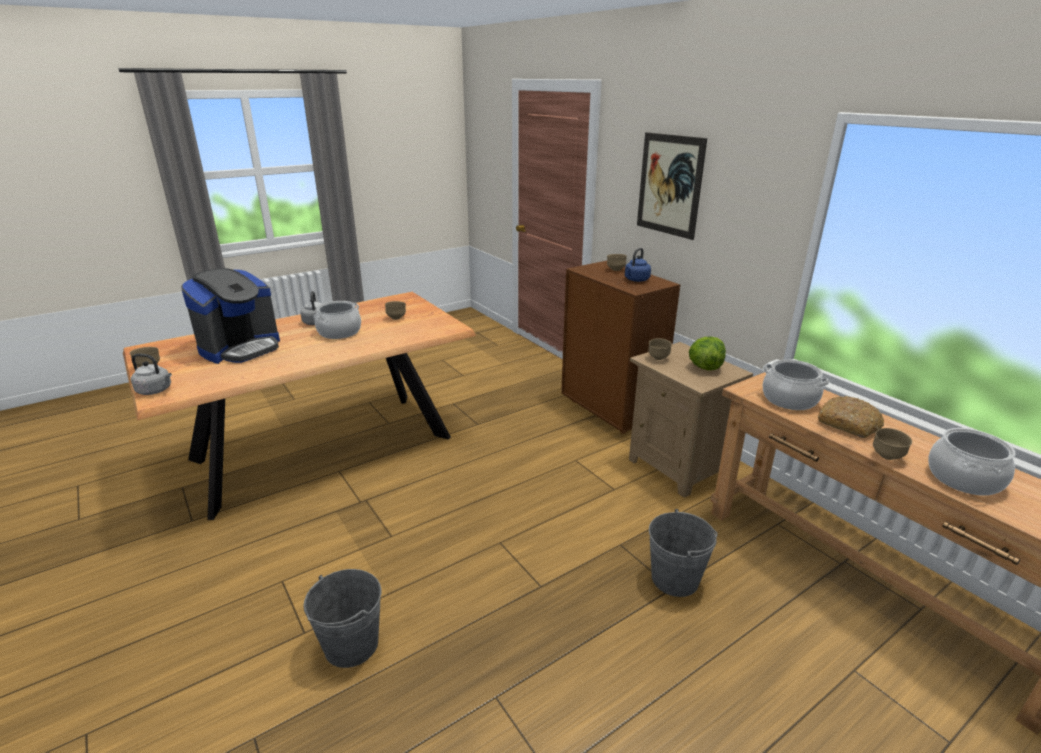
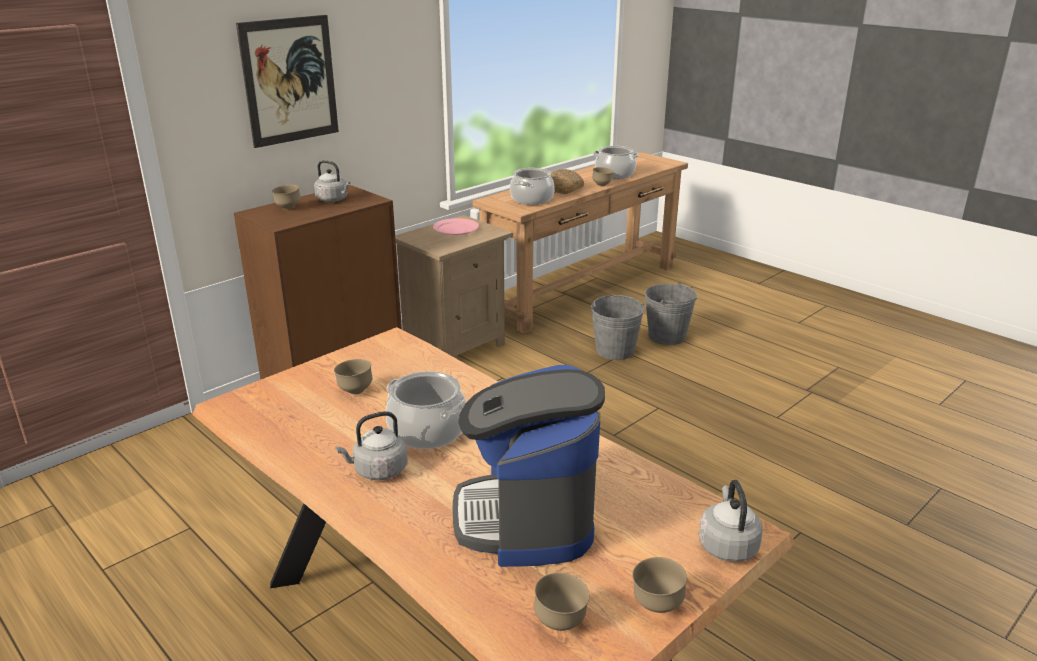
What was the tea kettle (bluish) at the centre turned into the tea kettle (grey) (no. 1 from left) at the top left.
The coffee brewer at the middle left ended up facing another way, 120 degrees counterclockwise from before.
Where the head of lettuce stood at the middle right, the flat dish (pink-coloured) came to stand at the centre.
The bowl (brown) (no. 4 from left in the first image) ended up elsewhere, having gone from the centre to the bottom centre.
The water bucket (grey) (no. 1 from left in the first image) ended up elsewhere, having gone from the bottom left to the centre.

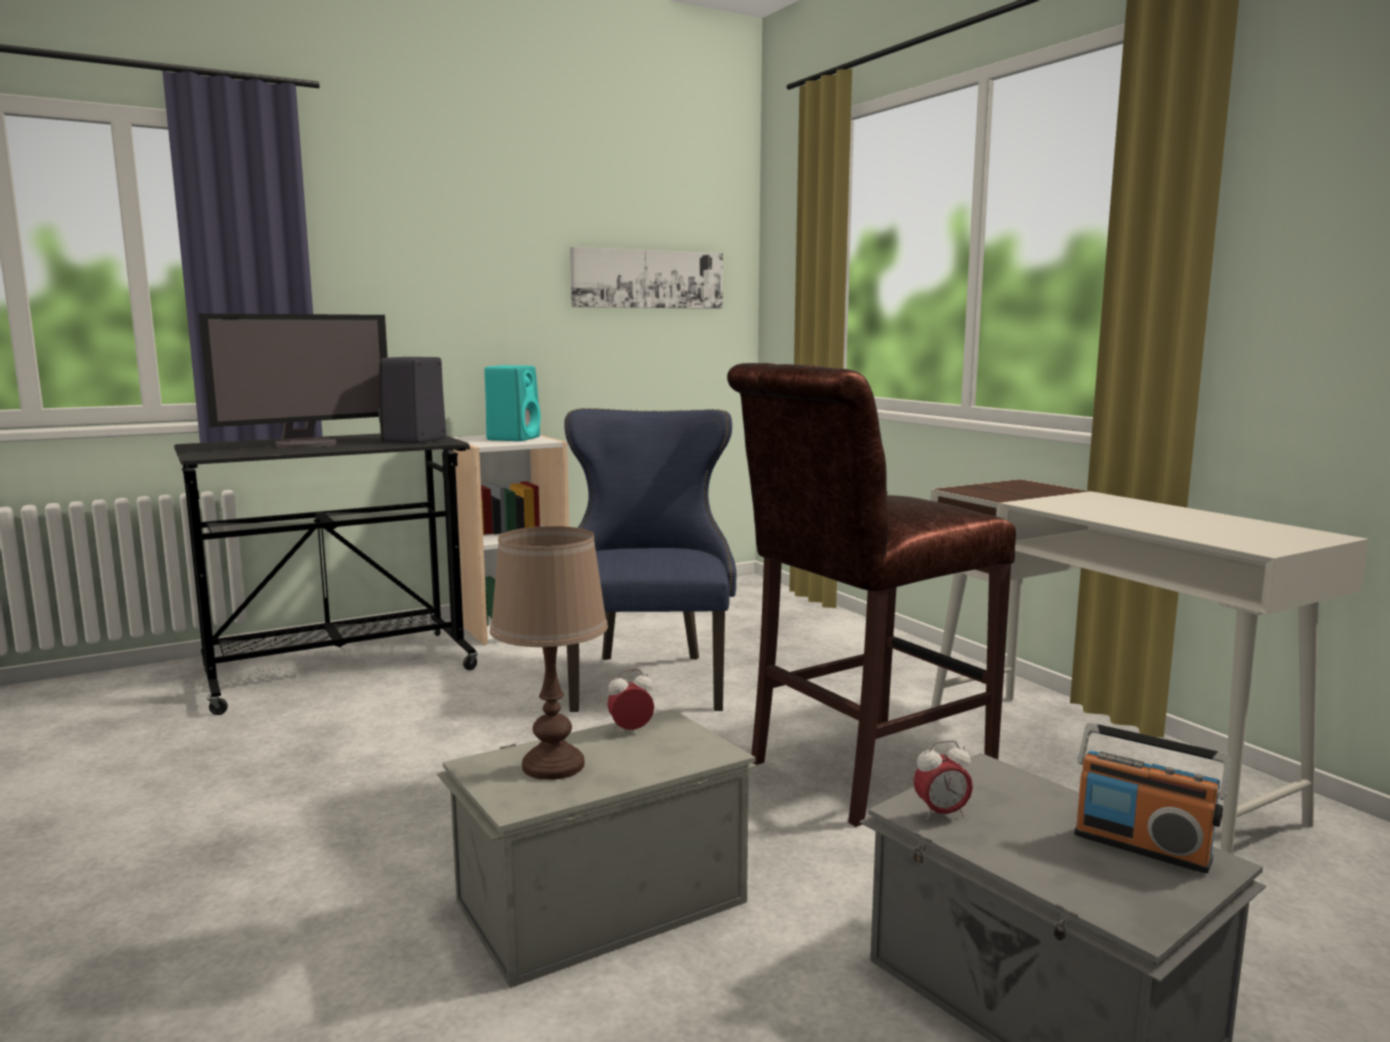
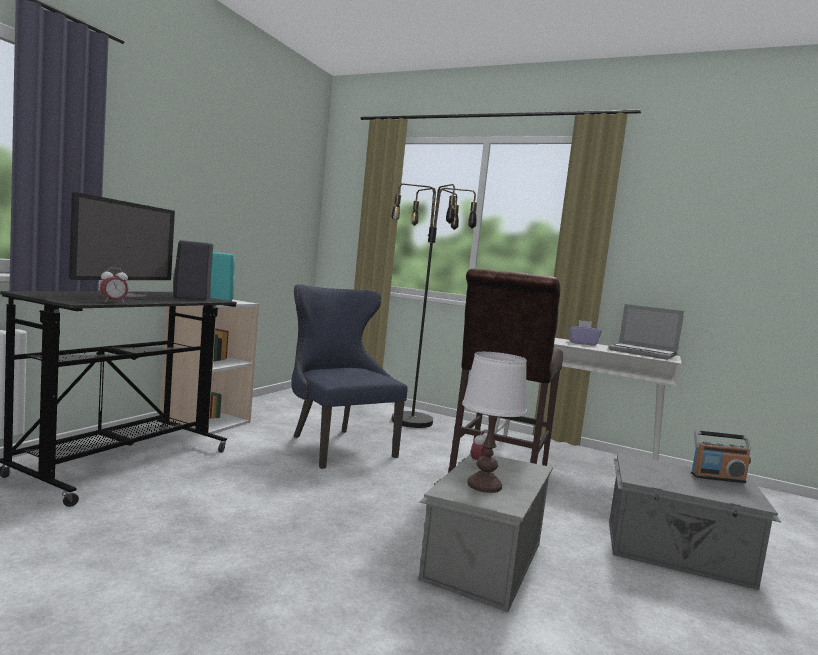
The second view lost the wall art at the top centre.
What was the table lamp (brown) at the centre turned into the table lamp (white) at the centre.
The table clock (no. 2 from left in the first image) ended up elsewhere, having gone from the bottom right to the middle left.
The second view gained the floor lamp at the centre.
The second view gained the notebook computer at the middle right.
The second view gained the box of tissues (purplish) at the middle right.

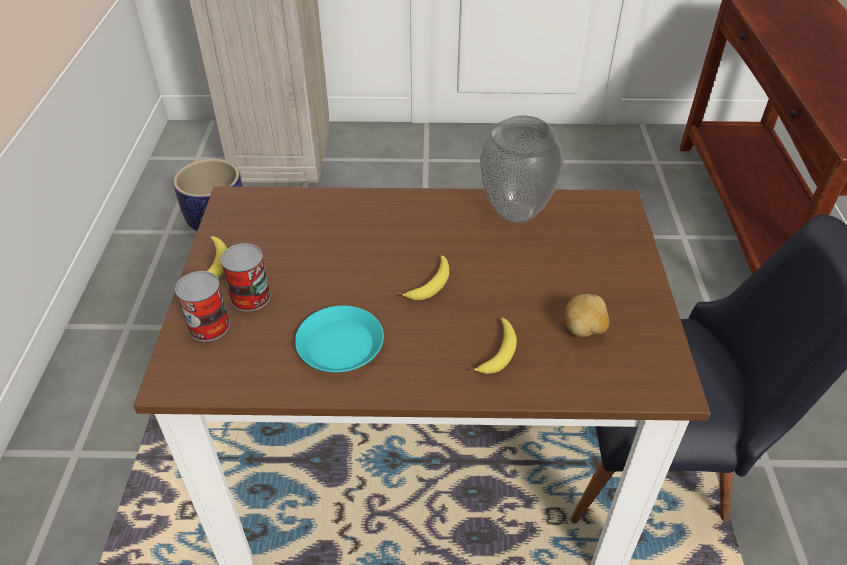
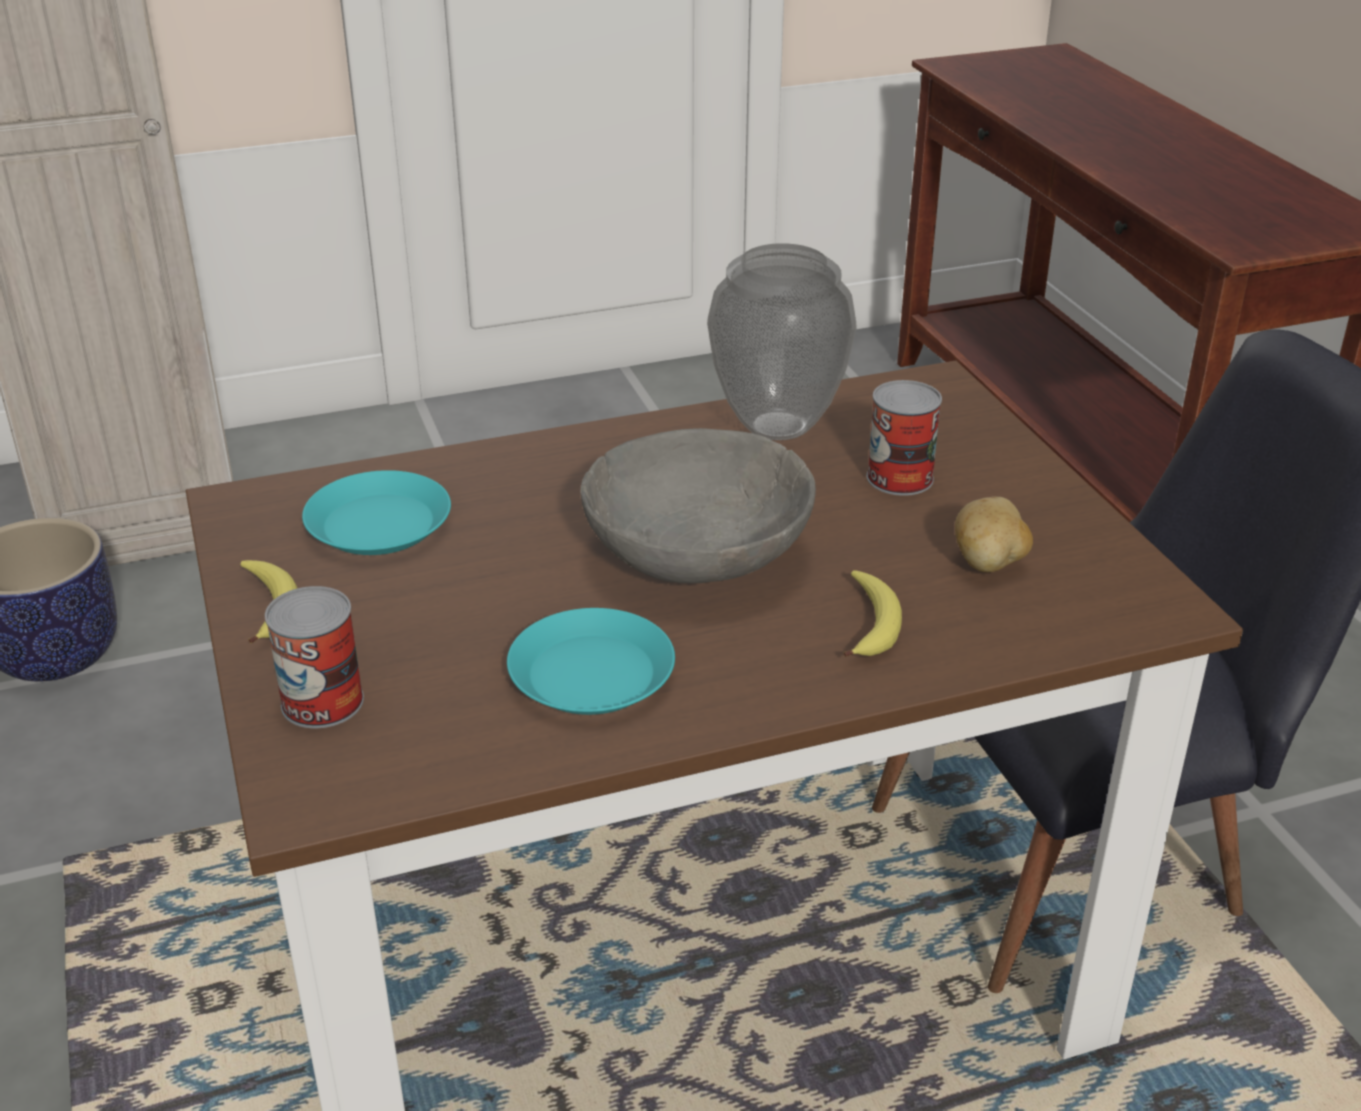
The can (no. 2 from left) ended up elsewhere, having gone from the middle left to the centre.
Where the banana (no. 2 from left) stood at the centre, the bowl (grey) came to stand at the centre.
The second view gained the flat dish (turquoise-coloured) (no. 1 from left) at the middle left.

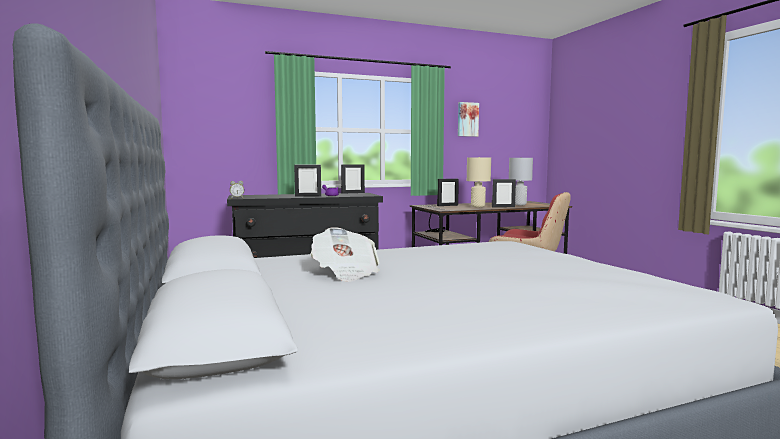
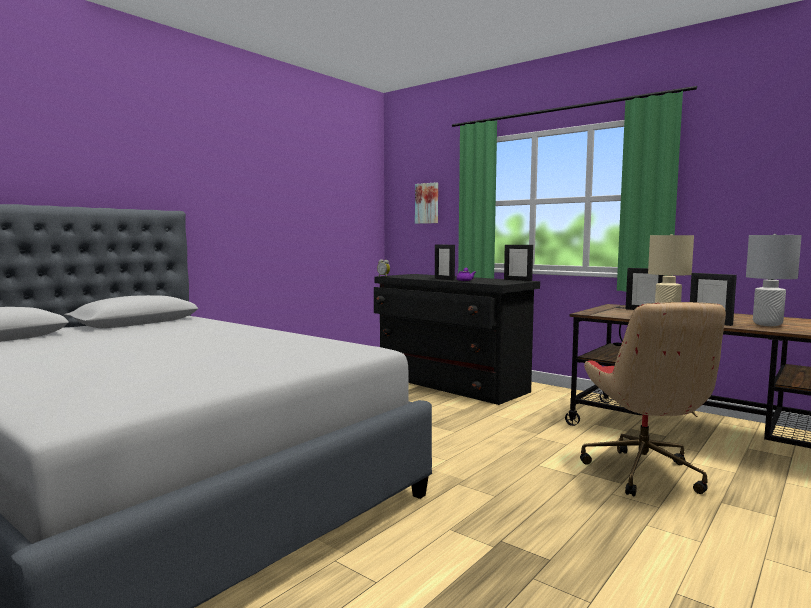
The wall art ended up elsewhere, having gone from the top centre to the centre.
The second view lost the printed paper at the centre.

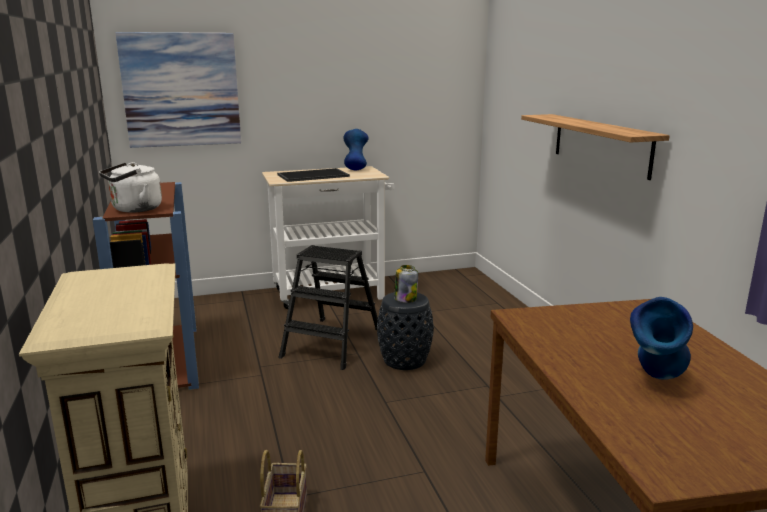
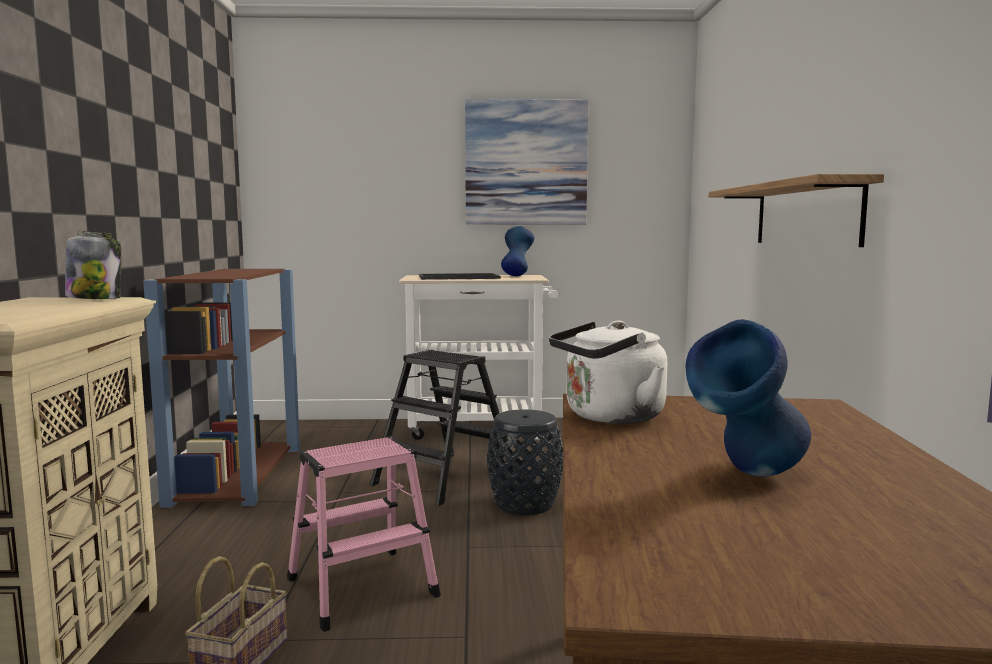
The wall art ended up elsewhere, having gone from the top left to the top centre.
The tea kettle (white) ended up elsewhere, having gone from the middle left to the centre.
The preserve jar ended up elsewhere, having gone from the centre to the middle left.
The second view gained the step ladder (pink-coloured) at the bottom centre.

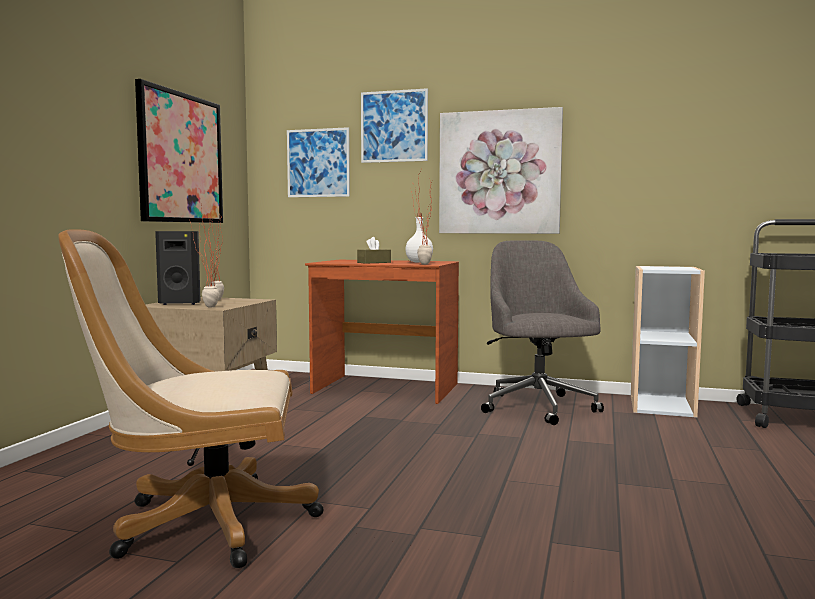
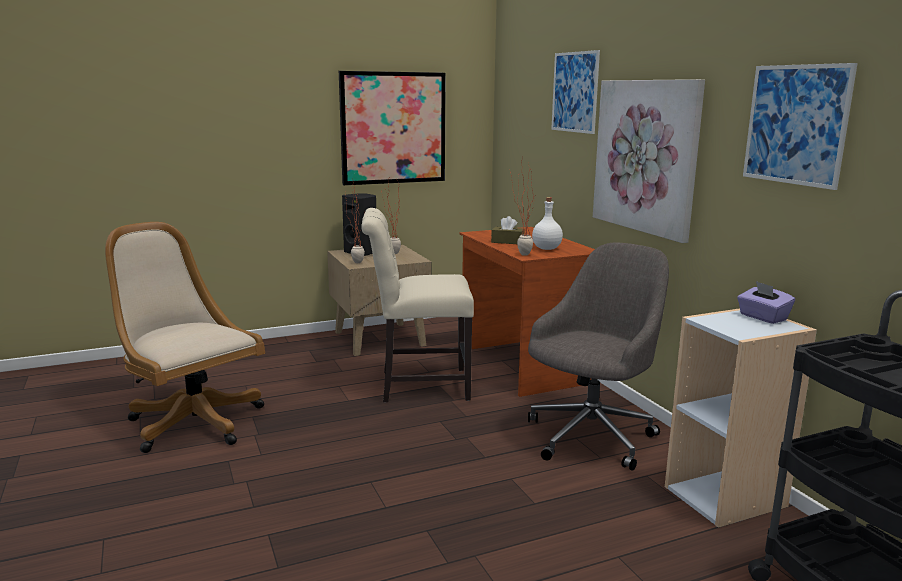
The wall art (no. 2 from left in the first image) ended up elsewhere, having gone from the top centre to the top right.
The second view gained the plain chair (beige-coloured) at the centre.
The second view gained the box of tissues (purplish) at the middle right.

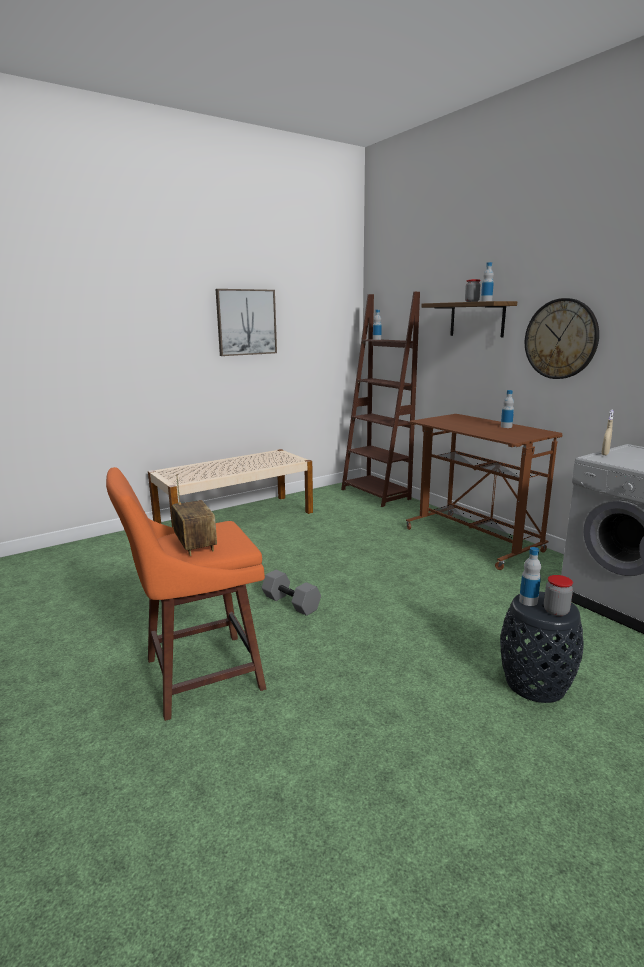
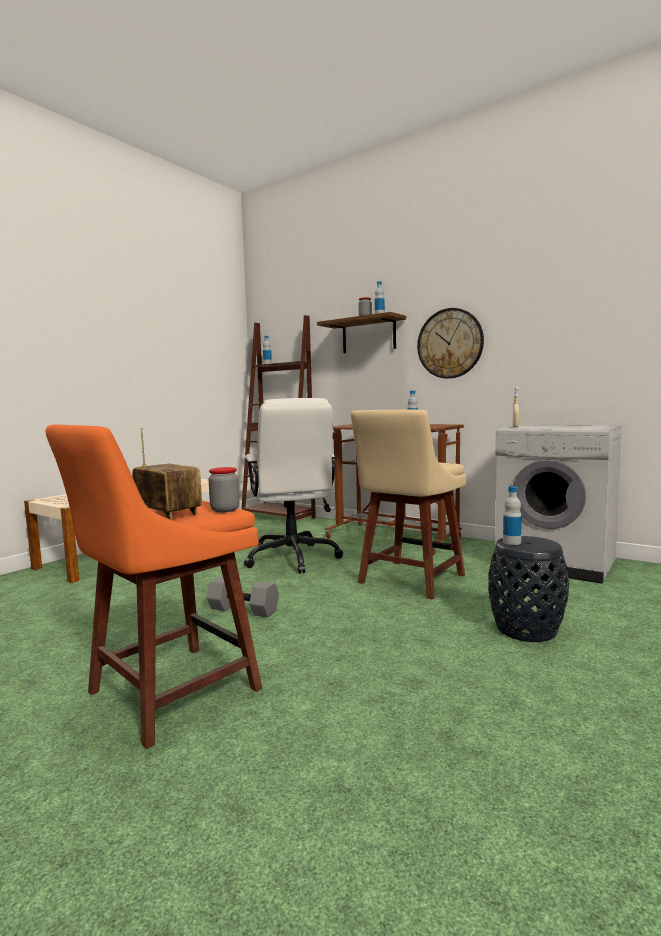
The second view lost the wall art at the top centre.
The preserve jar (no. 2 from left in the first image) ended up elsewhere, having gone from the middle right to the centre.
The second view gained the computer chair (white) at the centre.
The second view gained the sitting stool (beige-coloured) at the centre.

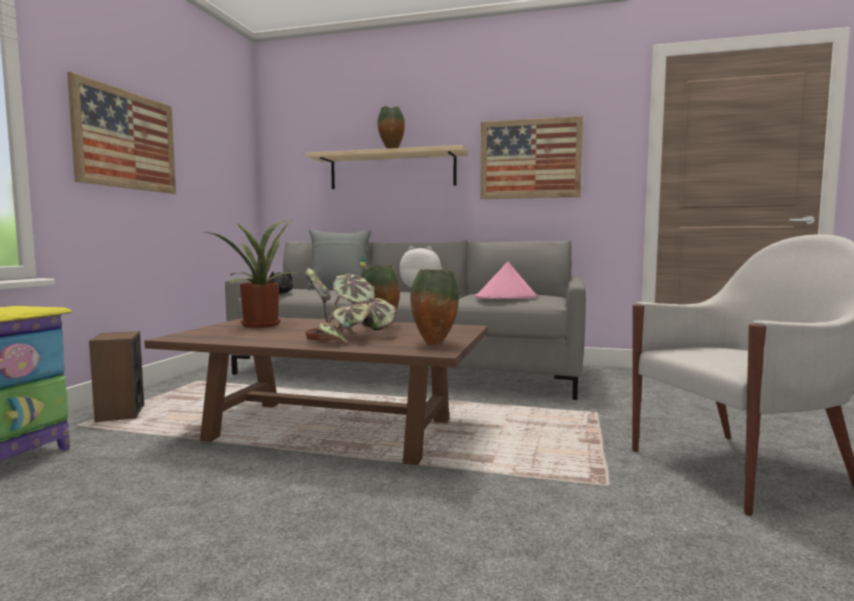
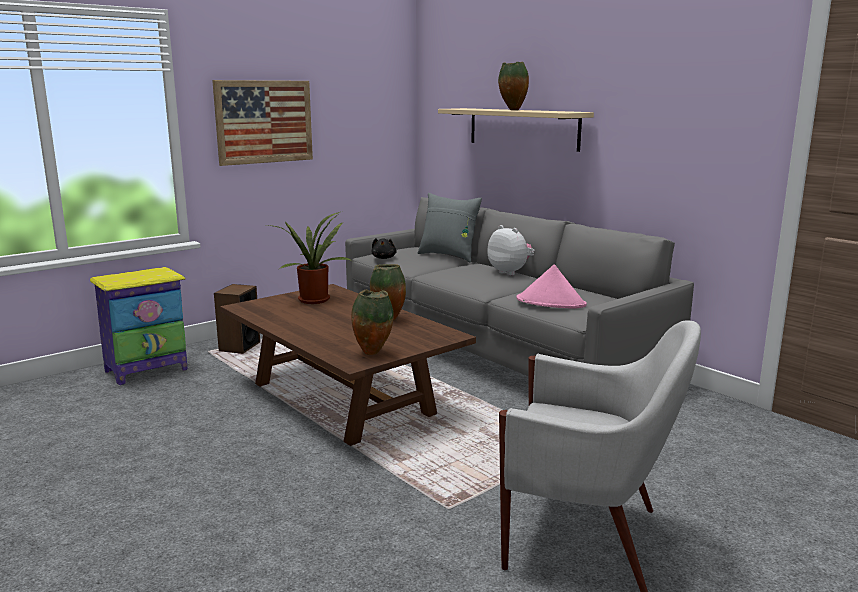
The second view lost the wall art (no. 2 from left) at the top centre.
The second view lost the houseplant (no. 2 from left) at the centre.

